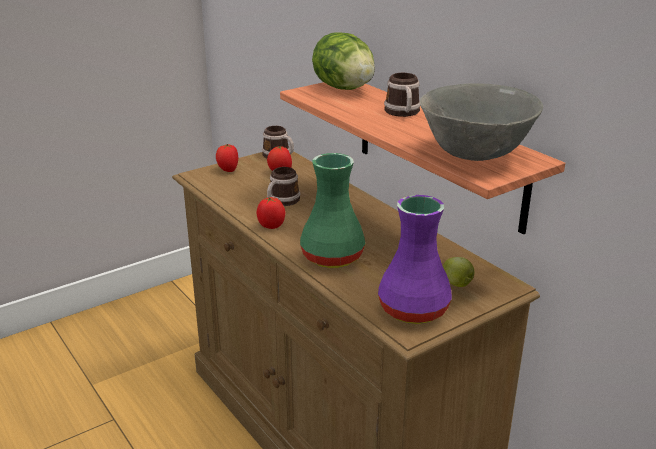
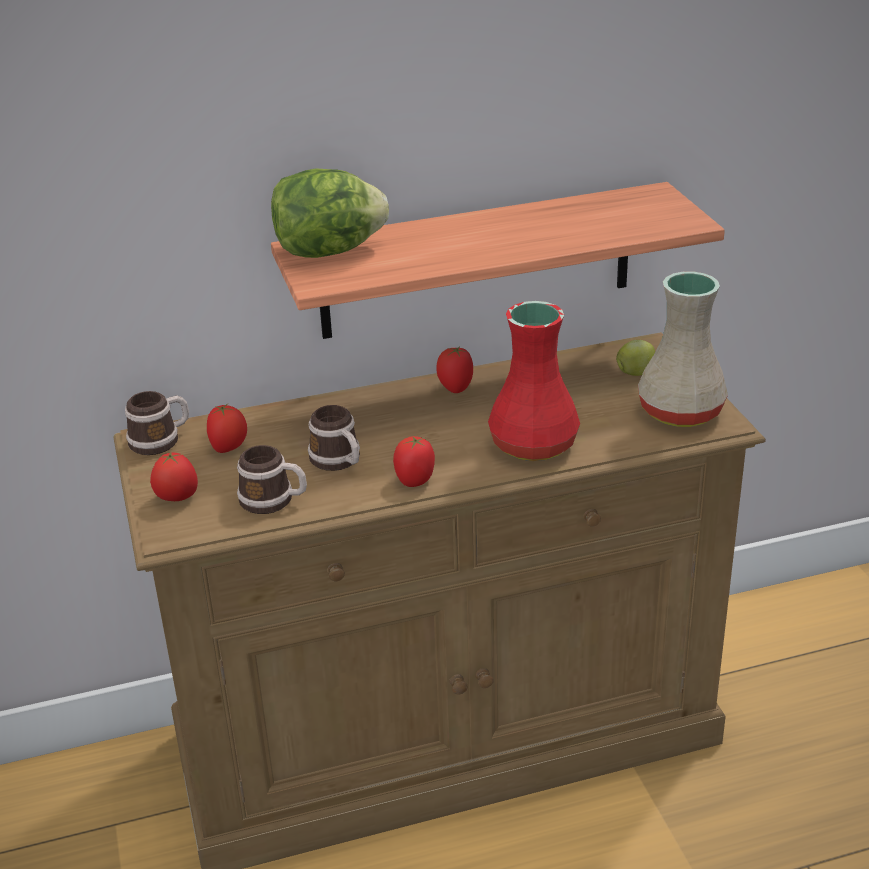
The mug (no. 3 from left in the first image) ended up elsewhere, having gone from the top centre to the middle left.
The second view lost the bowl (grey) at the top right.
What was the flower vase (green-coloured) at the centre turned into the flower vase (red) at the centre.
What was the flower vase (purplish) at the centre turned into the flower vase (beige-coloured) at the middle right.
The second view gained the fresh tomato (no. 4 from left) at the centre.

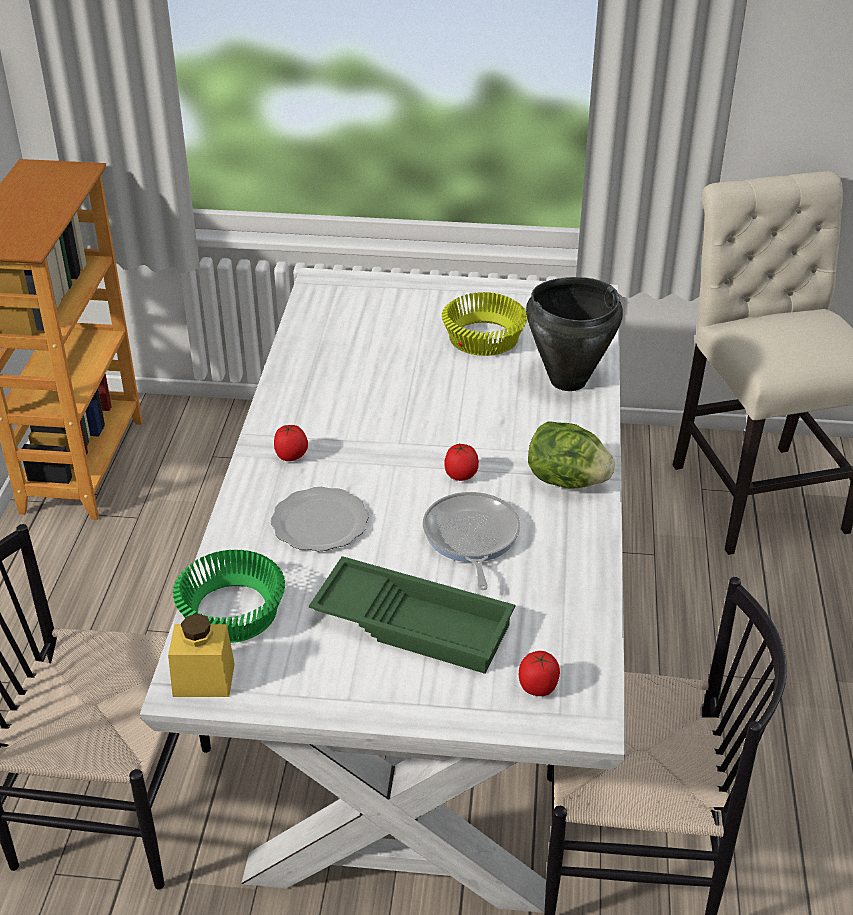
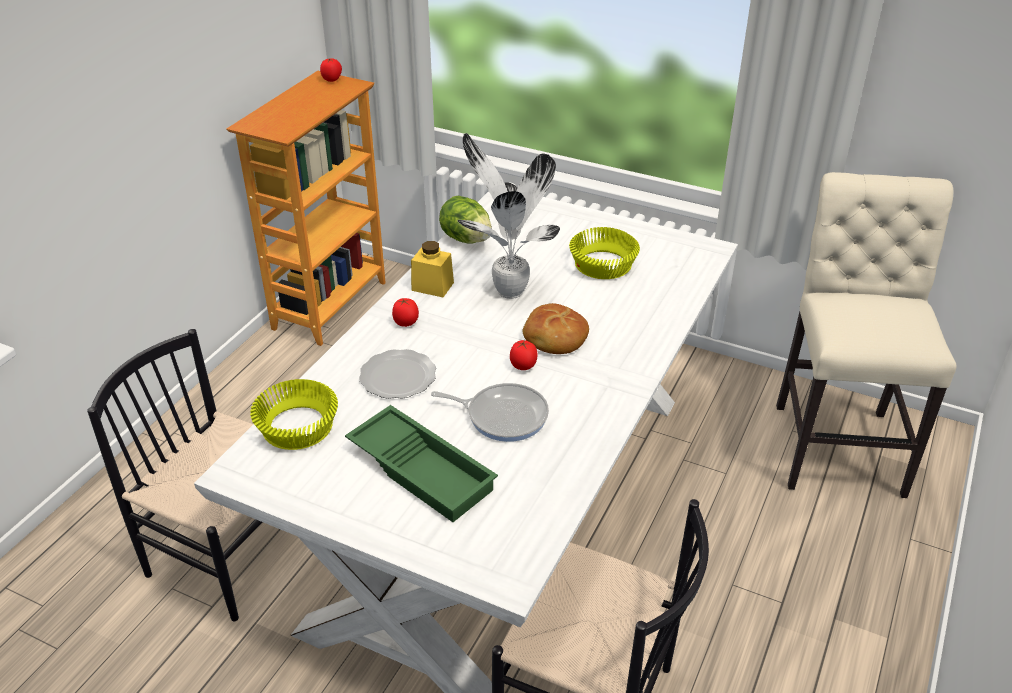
The second view lost the saucepot (blackish) at the middle right.
The head of lettuce ended up elsewhere, having gone from the middle right to the top centre.
The skillet at the centre ended up facing another way, 90 degrees clockwise from before.
What was the bowl (green-coloured) at the middle left turned into the bowl (yellow) (no. 1 from left) at the middle left.
The preserve jar (yellow) ended up elsewhere, having gone from the bottom left to the centre.
The fresh tomato (no. 3 from left in the first image) ended up elsewhere, having gone from the bottom centre to the top left.
The second view gained the houseplant at the top centre.
The second view gained the bread at the centre.

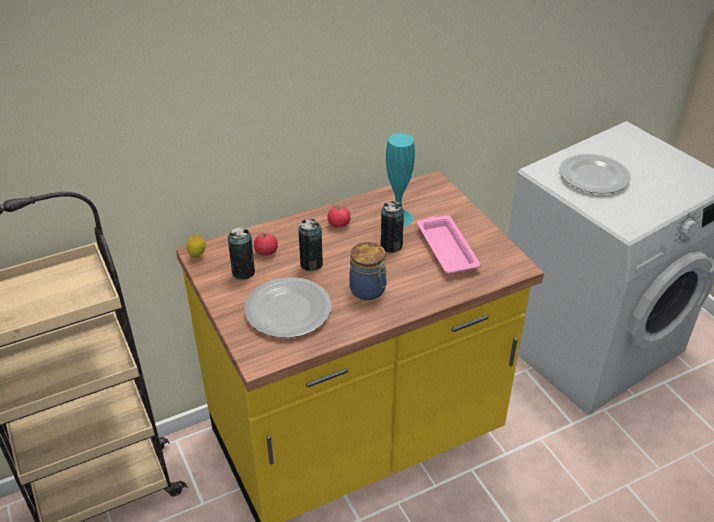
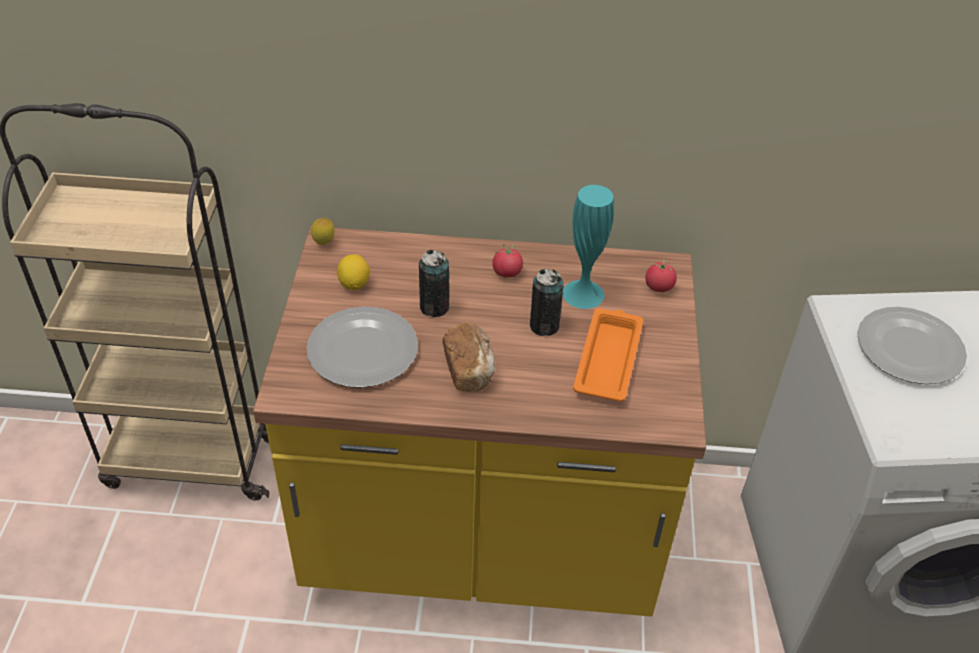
What was the serving tray (pink-coloured) at the centre turned into the serving tray (orange-coloured) at the centre.
Where the can (no. 1 from left) stood at the centre, the whole lemon (no. 2 from left) came to stand at the centre.
The fresh tomato (no. 1 from left in the first image) ended up elsewhere, having gone from the centre to the middle right.
Where the preserve jar stood at the centre, the bread came to stand at the centre.

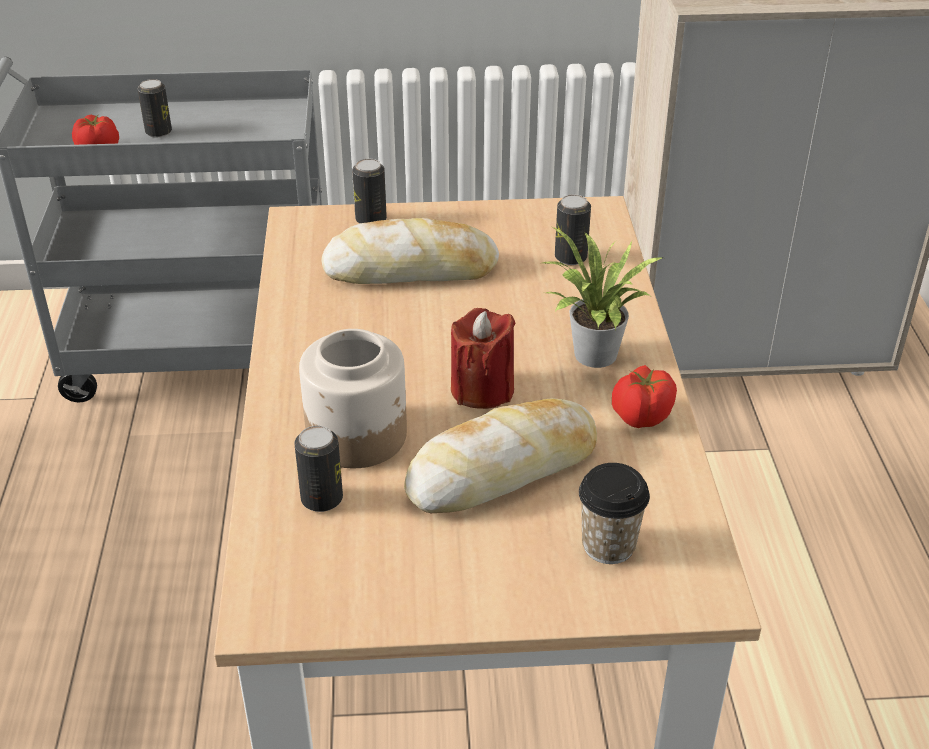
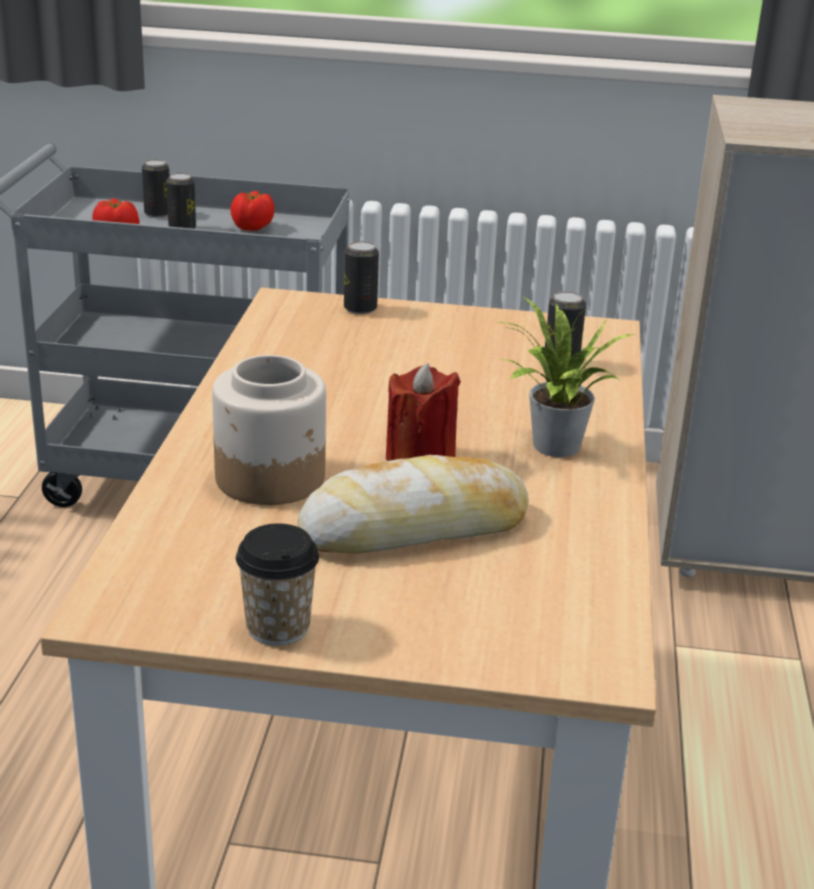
The second view lost the bread (no. 1 from left) at the centre.
The fresh tomato (no. 2 from left) ended up elsewhere, having gone from the middle right to the top left.
The can (no. 2 from left in the first image) ended up elsewhere, having gone from the centre to the top left.
The small cup ended up elsewhere, having gone from the bottom centre to the centre.

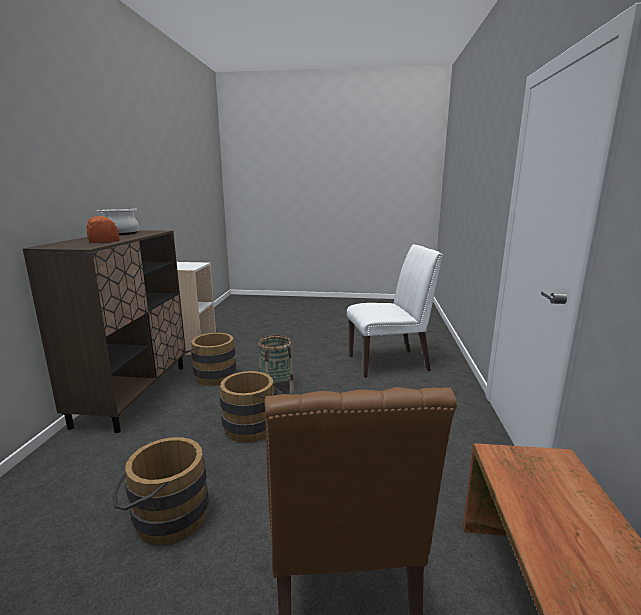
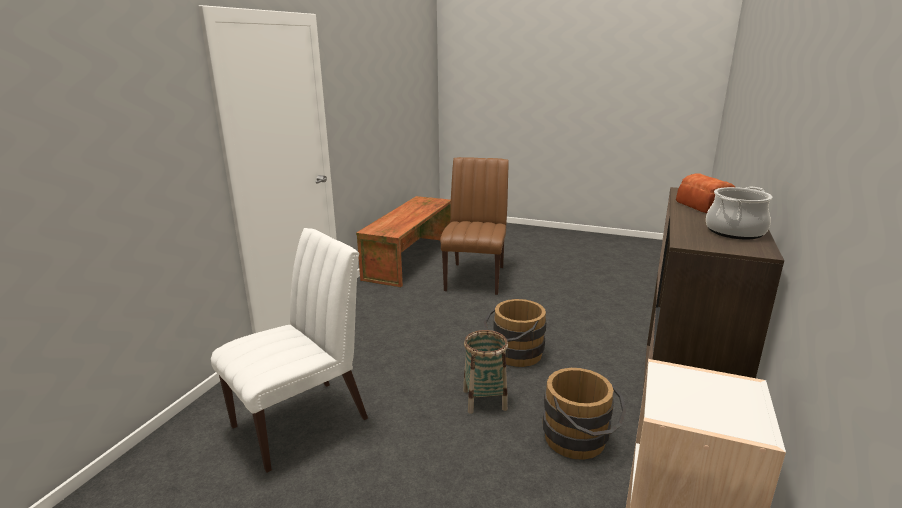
The plain chair (white) at the centre ended up facing another way, 135 degrees clockwise from before.
The second view lost the water bucket (brown) (no. 1 from left) at the bottom left.

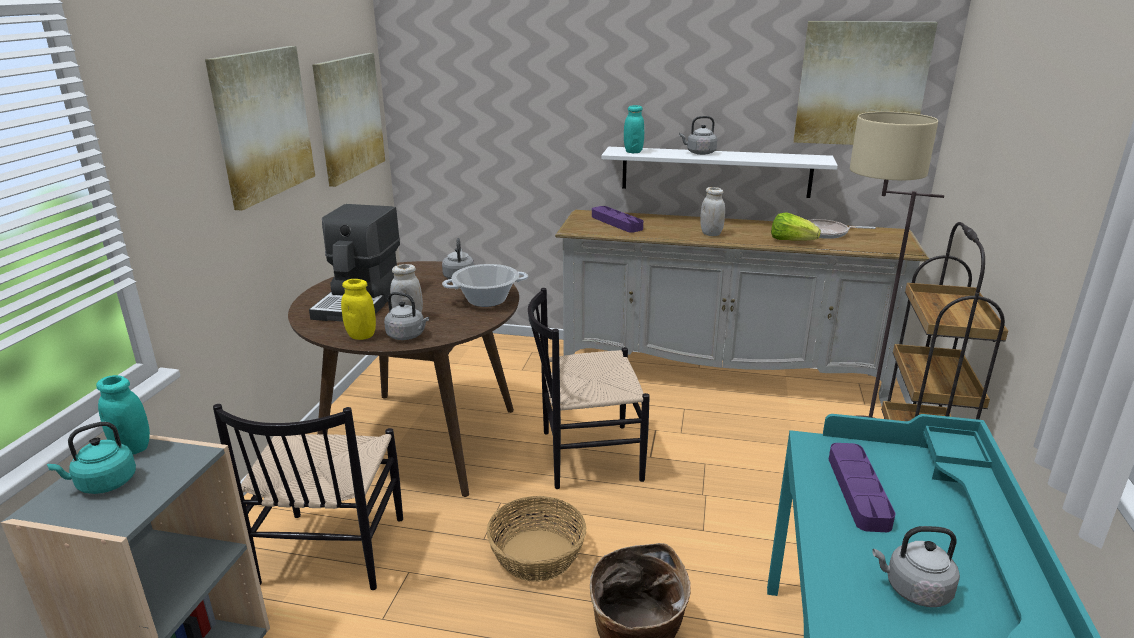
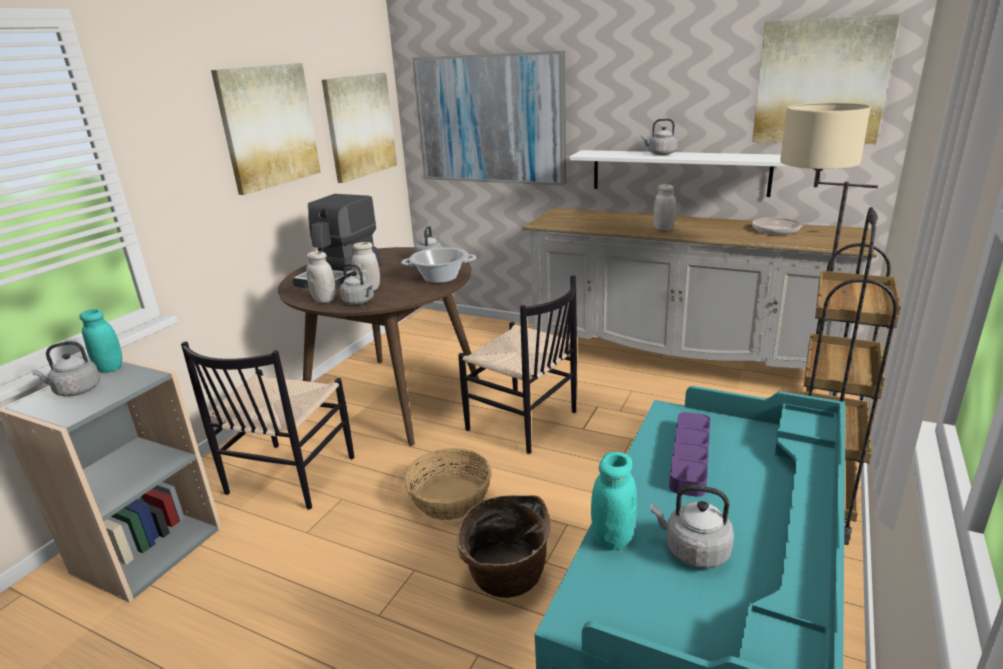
The preserve jar (turquoise-coloured) (no. 2 from left) ended up elsewhere, having gone from the top centre to the bottom centre.
The second view lost the serving tray (purplish) (no. 1 from left) at the centre.
The second view lost the head of lettuce at the middle right.
What was the preserve jar (yellow) at the middle left turned into the preserve jar (white) (no. 1 from left) at the middle left.
The plain chair (blackish) (no. 2 from left) at the centre ended up facing another way, 150 degrees counterclockwise from before.
What was the tea kettle (turquoise-coloured) at the bottom left turned into the tea kettle (grey) (no. 1 from left) at the middle left.
The second view gained the wall art (no. 3 from left) at the top centre.

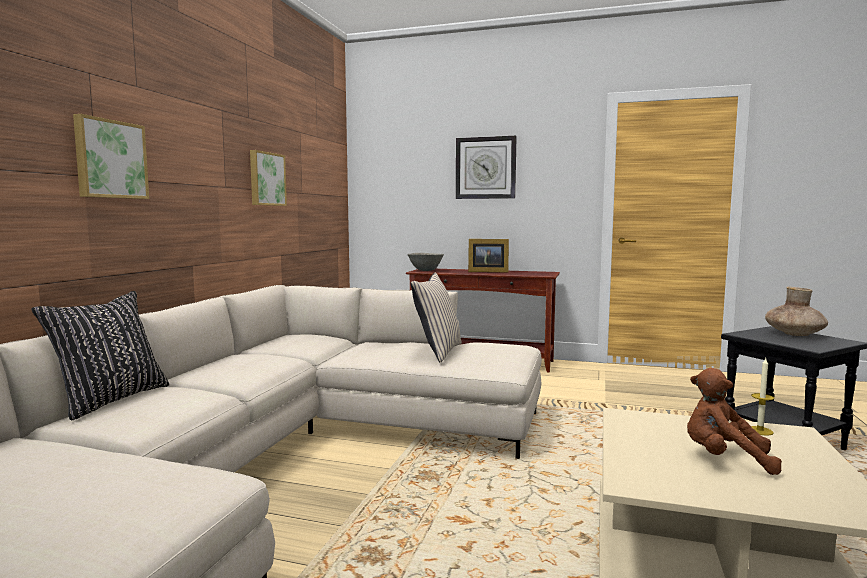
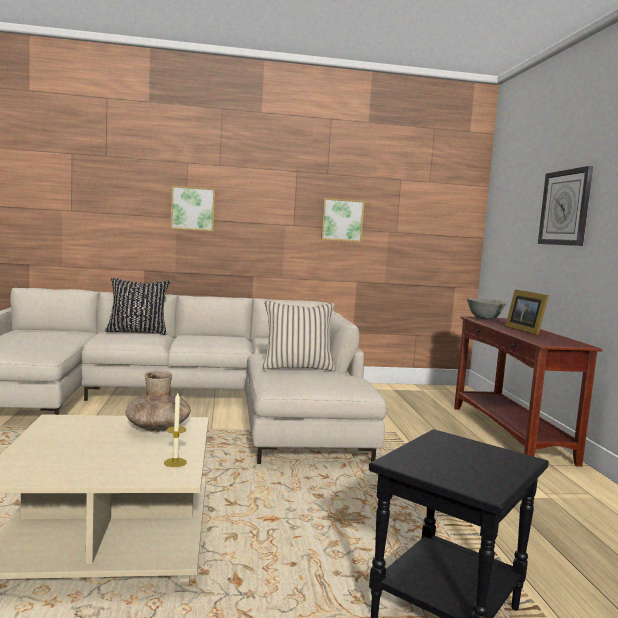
The flower vase (brown) ended up elsewhere, having gone from the middle right to the middle left.
The second view lost the plush toy (brown) at the bottom right.

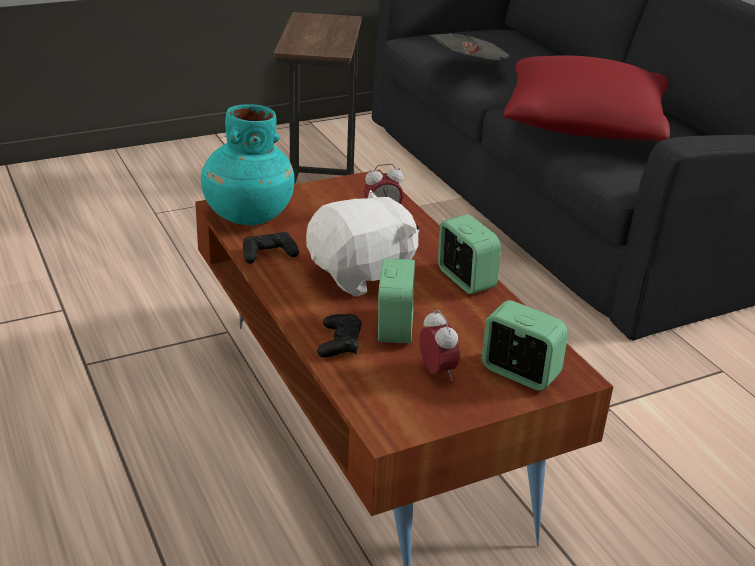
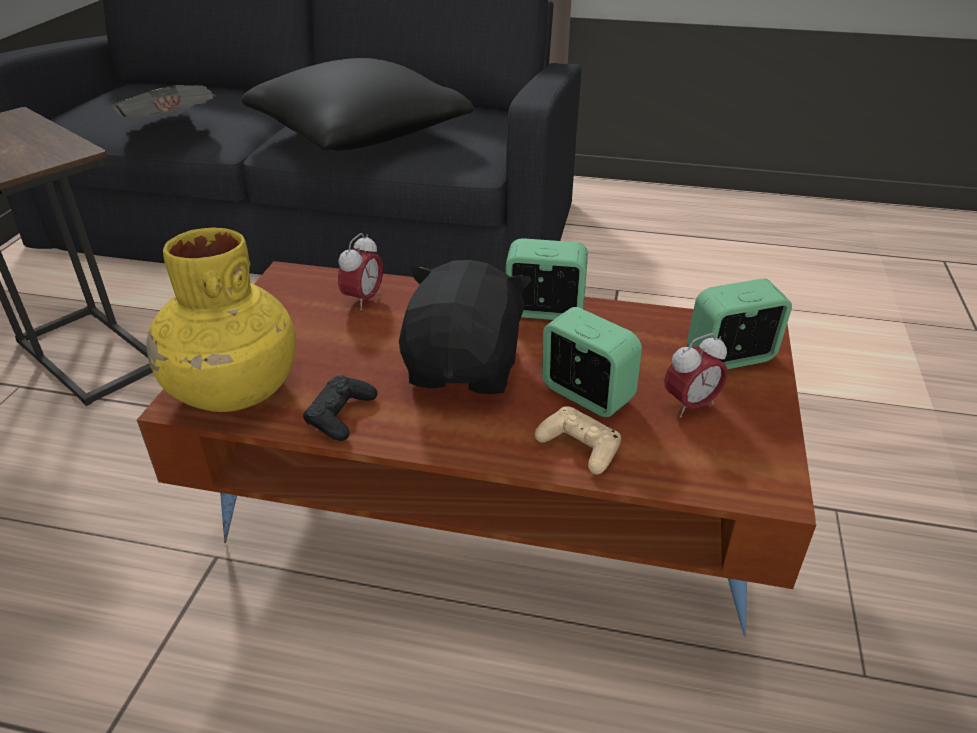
What was the cushion (red) at the top right turned into the cushion (blackish) at the top centre.
What was the flower vase (turquoise-coloured) at the top left turned into the flower vase (yellow) at the middle left.
What was the plush toy (white) at the centre turned into the plush toy (blackish) at the centre.
The table clock (no. 3 from left in the first image) at the centre ended up facing another way, 135 degrees clockwise from before.
What was the game controller (blackish) (no. 2 from left) at the centre turned into the game controller (beige-coloured) at the centre.

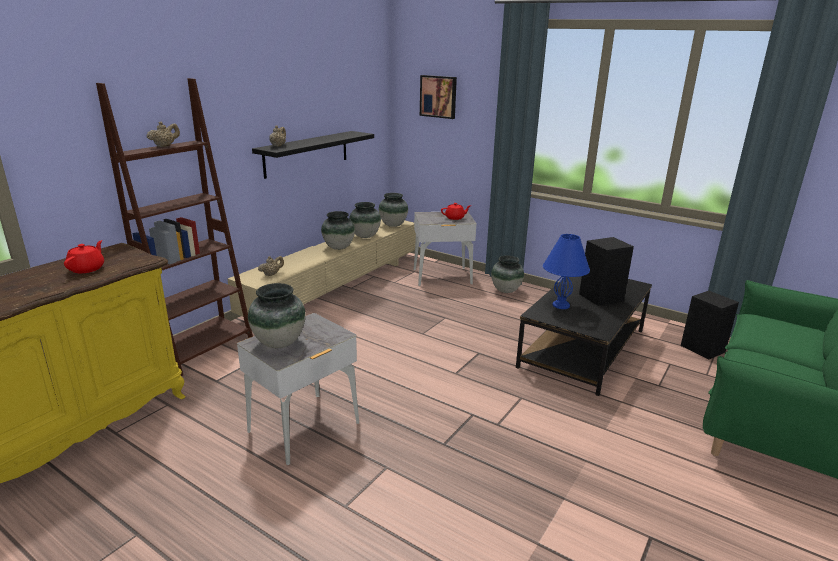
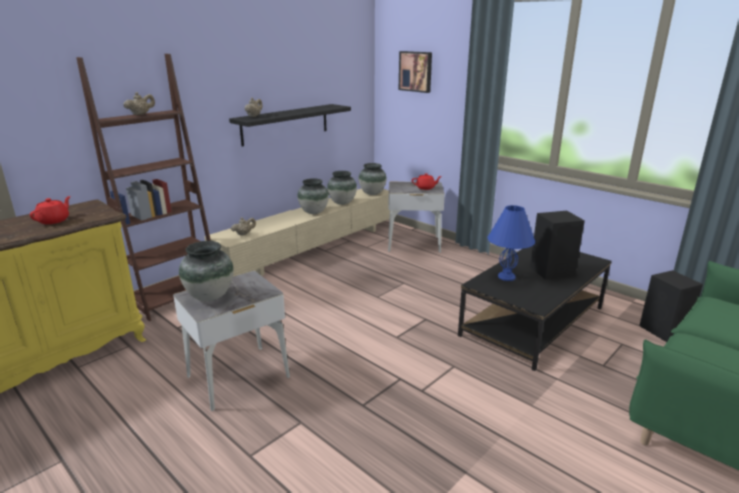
The second view lost the flower vase (no. 5 from left) at the centre.

